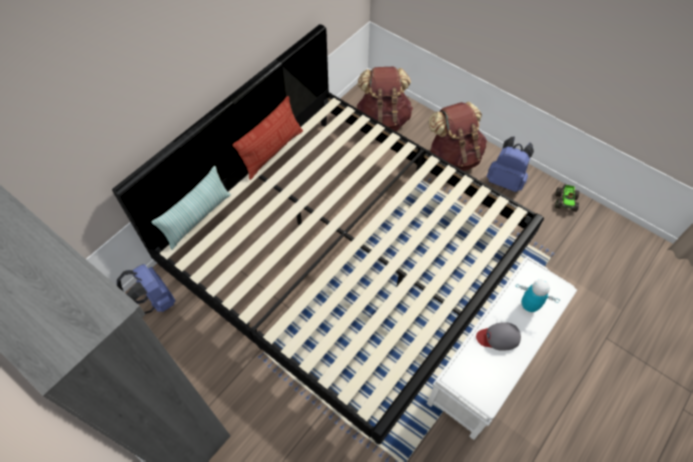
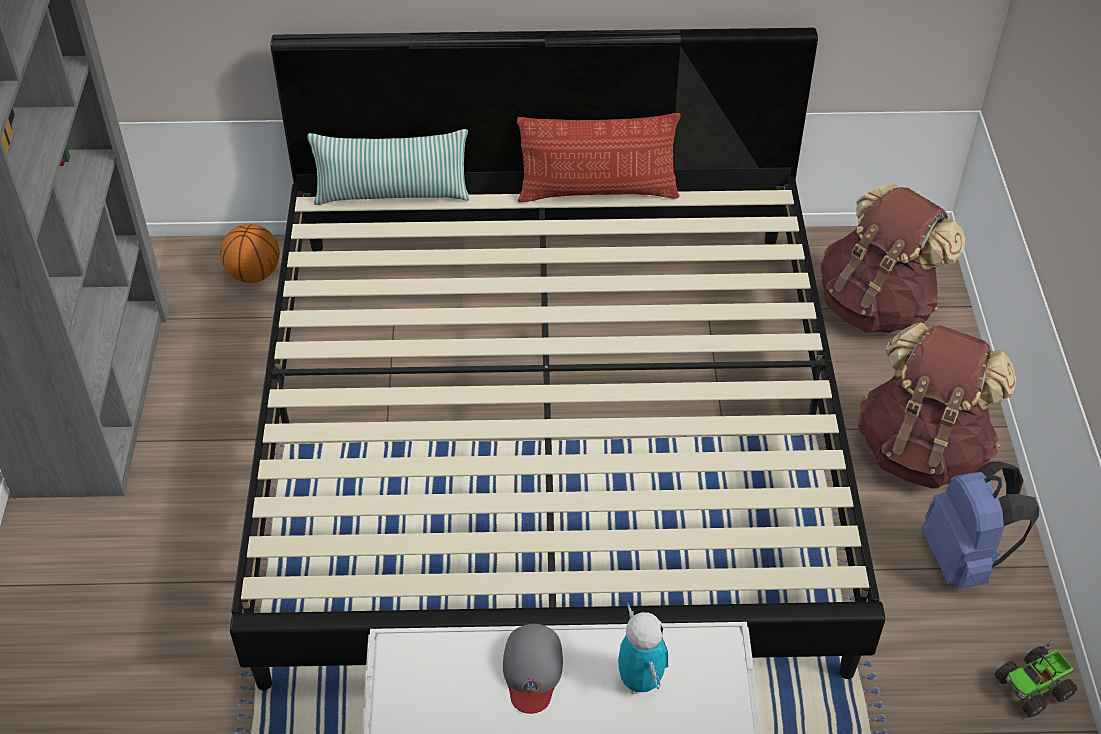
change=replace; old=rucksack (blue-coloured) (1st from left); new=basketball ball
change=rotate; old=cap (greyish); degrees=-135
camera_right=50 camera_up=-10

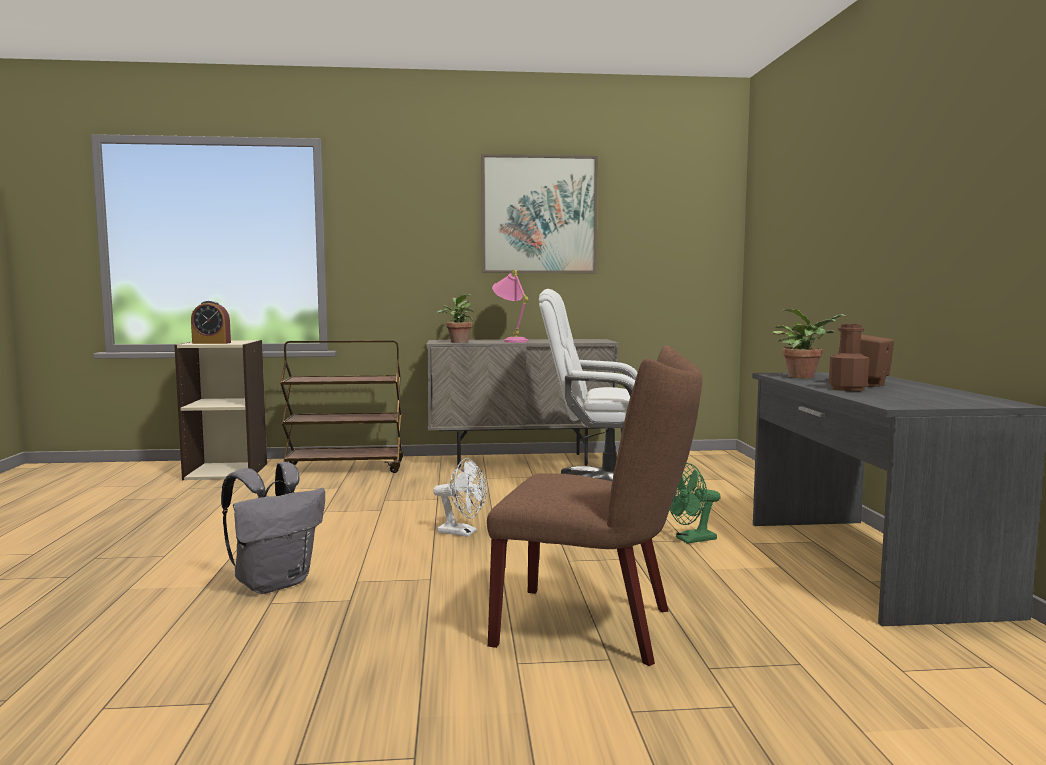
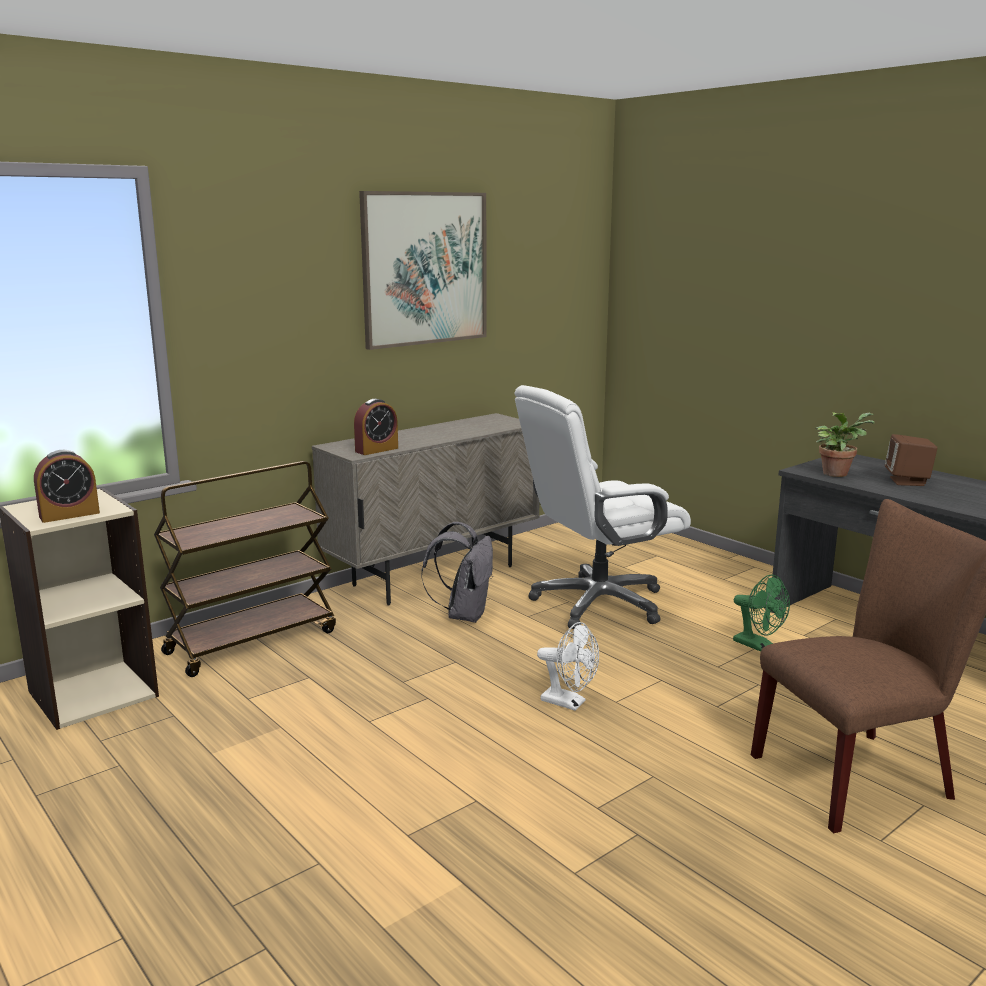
change=delete; old=tabletop lamp (pink)
change=delete; old=beverage bottle (brownish)
change=move; old=rucksack (greyish)
change=replace; old=potted plant (1st from left); new=table clock (2nd from left)
change=rotate; old=fan (white); degrees=45
change=rotate; old=fan (greenish); degrees=-75
camera_right=-35 camera_up=10

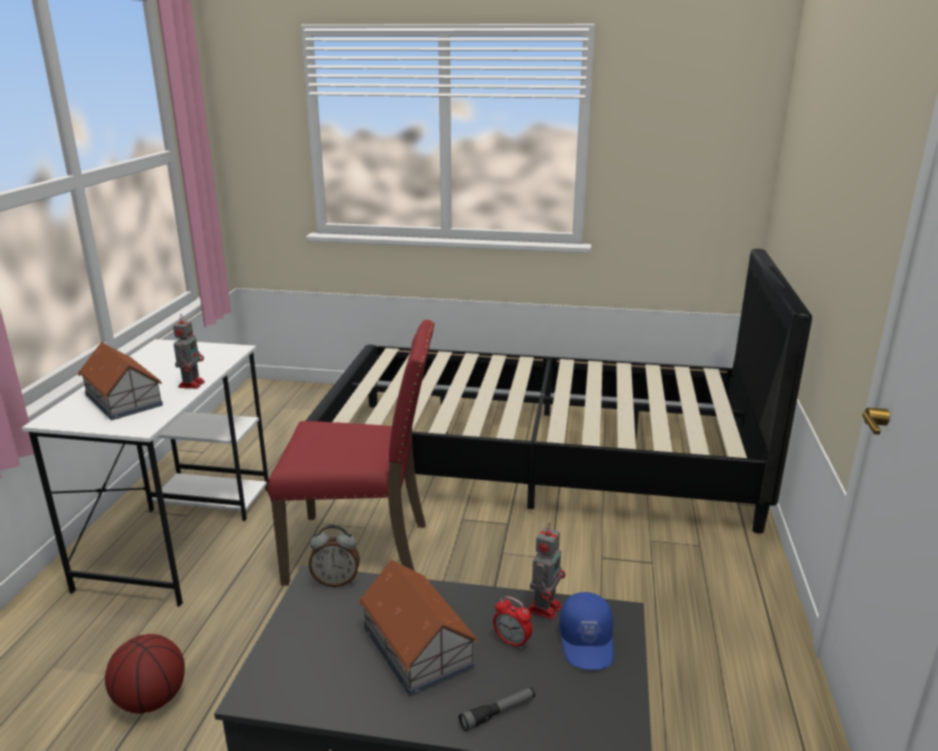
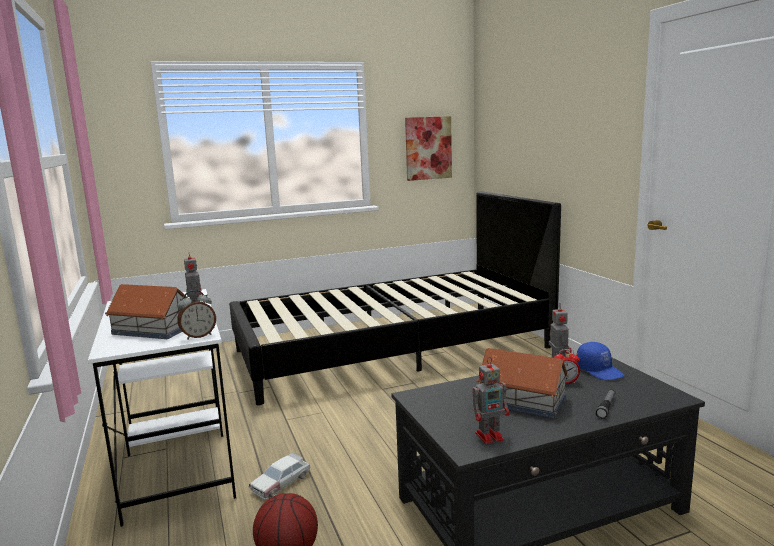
change=delete; old=upright chair (red)
change=insert; new=toy car
change=insert; new=wall art
change=insert; new=toy robot (2nd from left)
change=move; old=table clock (1st from left)
camera_right=-30 camera_up=-10

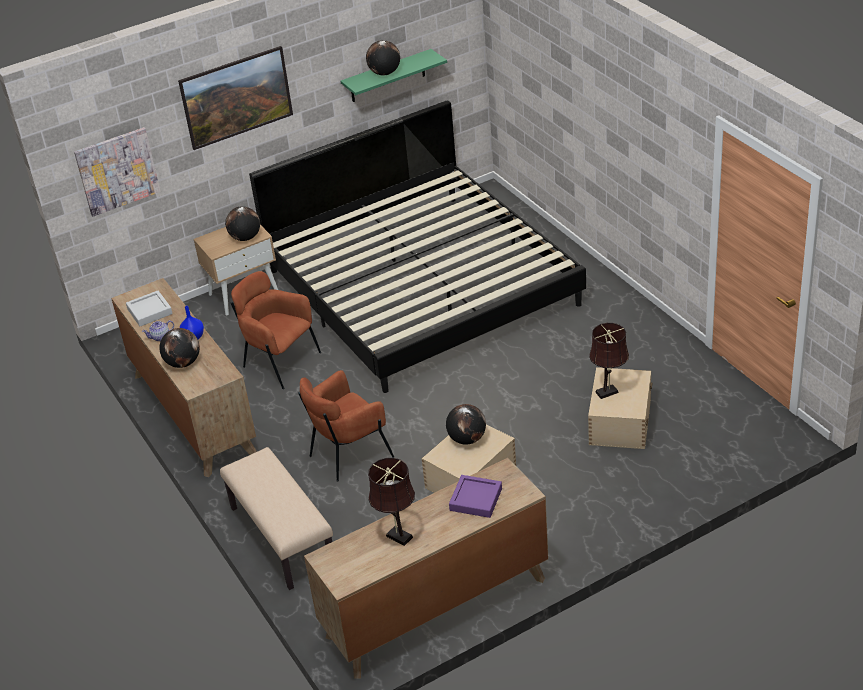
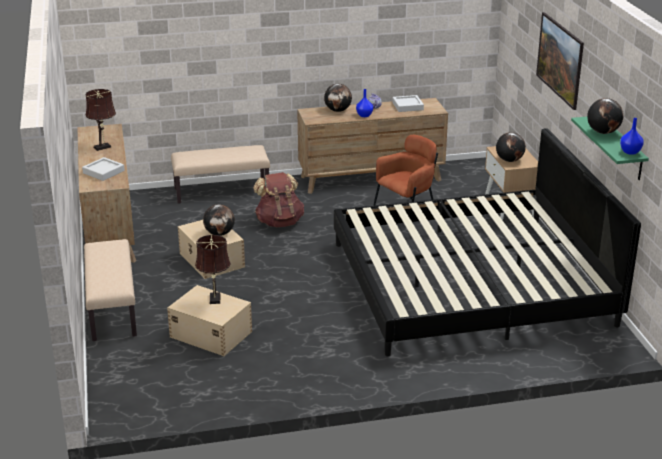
change=delete; old=wall art (1st from left)
change=insert; new=bench (beige-coloured) (1st from left)
change=insert; new=flower vase (blue-coloured) (2nd from left)
change=replace; old=armchair (brownish) (2nd from left); new=rucksack (brownish)
change=recolor; old=serving tray (purplish); new=serving tray (greyish) (1st from left)
camera_right=105 camera_up=-10

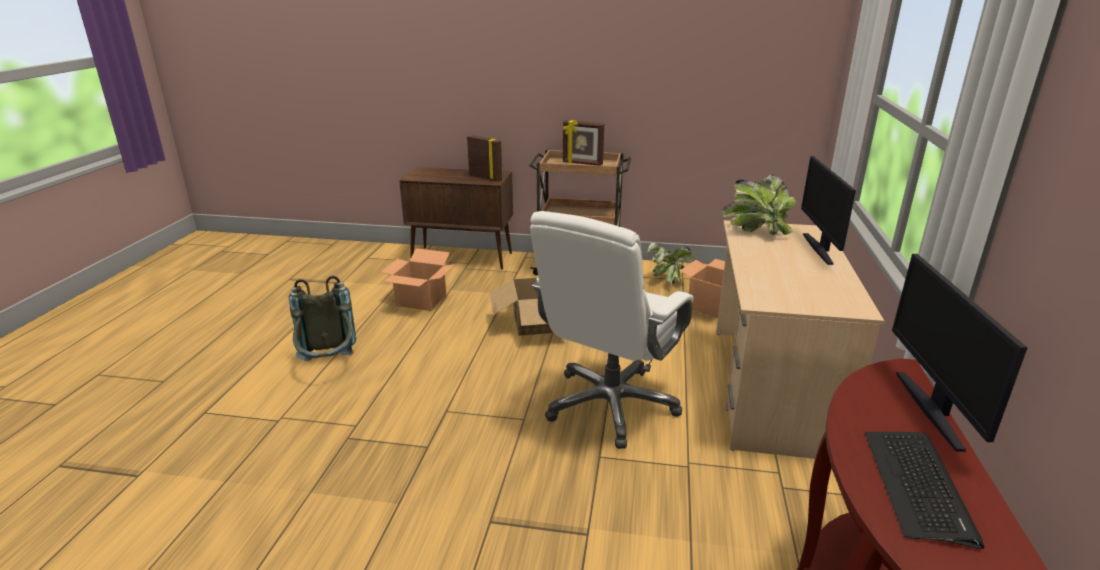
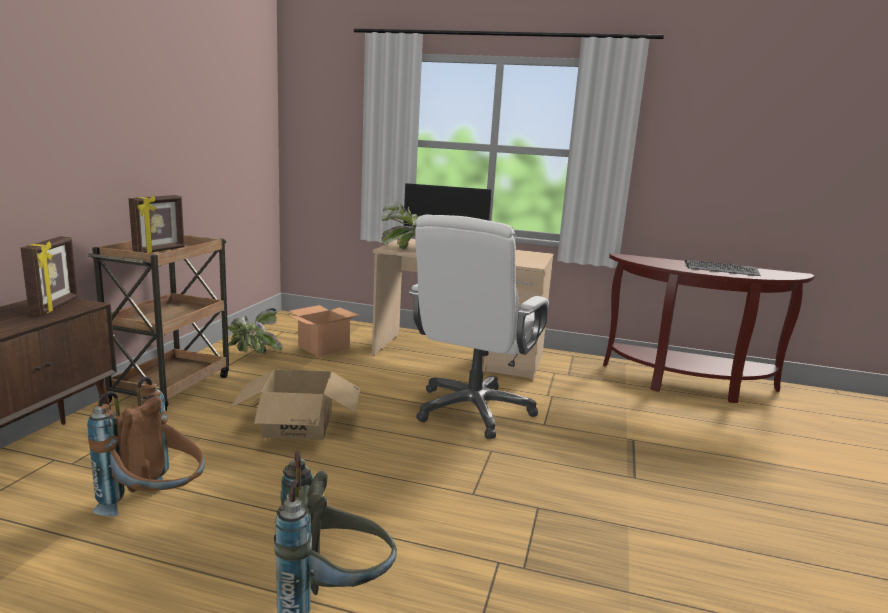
change=delete; old=monitor (2nd from left)
change=replace; old=packing box (1st from left); new=rucksack (brownish)
change=rotate; old=standing frame (1st from left); degrees=135
change=rotate; old=desk chair (white); degrees=75
camera_right=-85 camera_up=-10

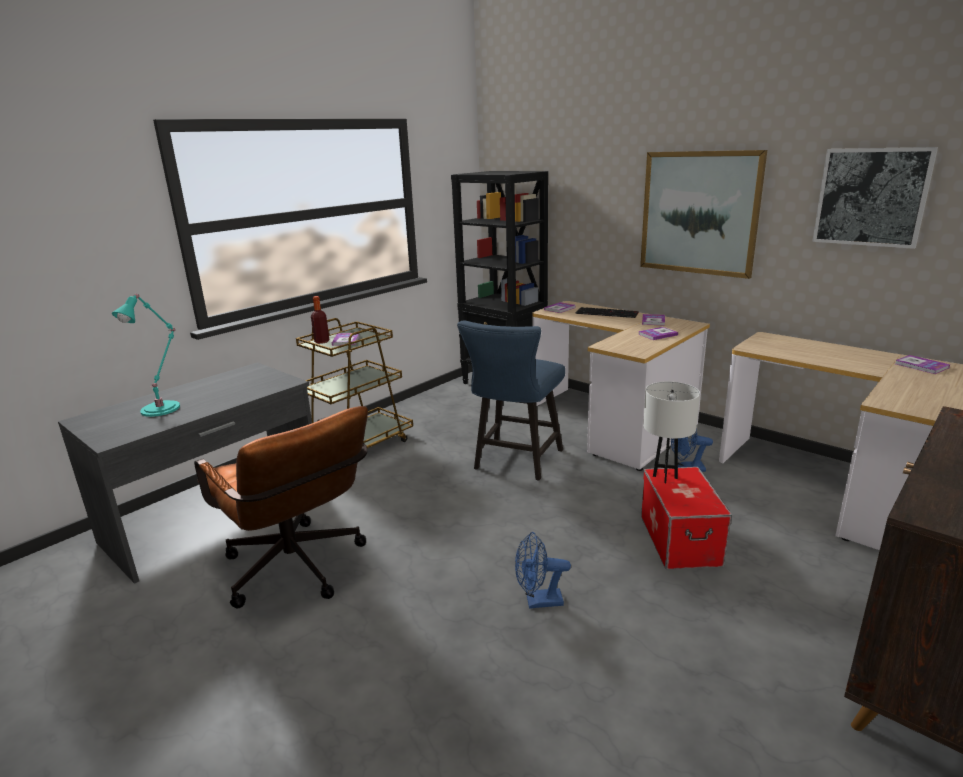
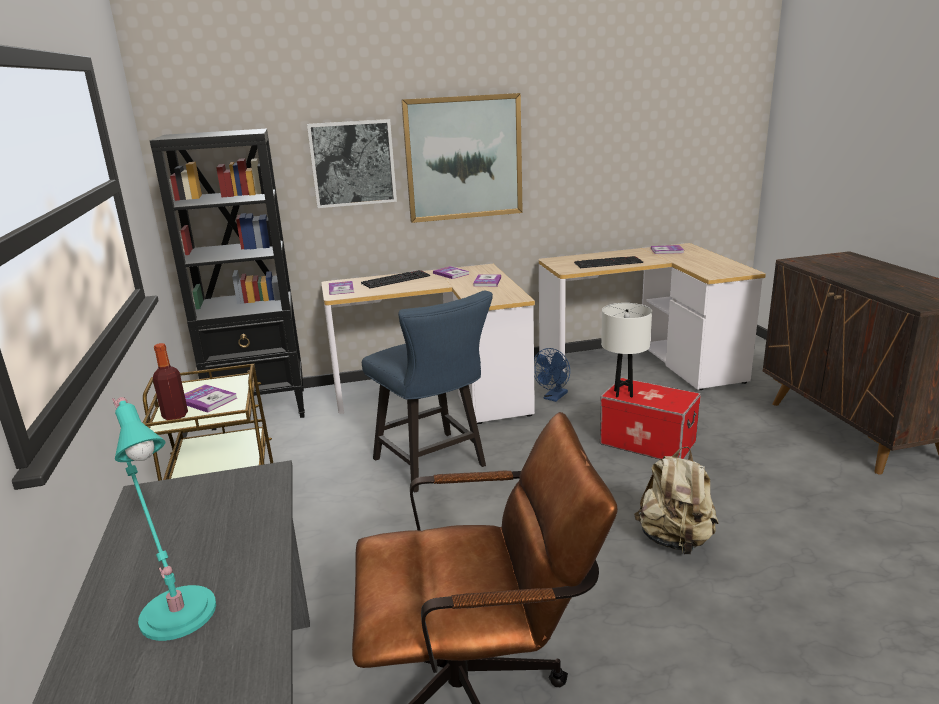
change=insert; new=keyboard (2nd from left)
change=move; old=wall art (2nd from left in the first image); new=wall art (1st from left)
change=replace; old=fan (blue-coloured) (1st from left); new=rucksack (beige-coloured)
camera_right=-55 camera_up=0

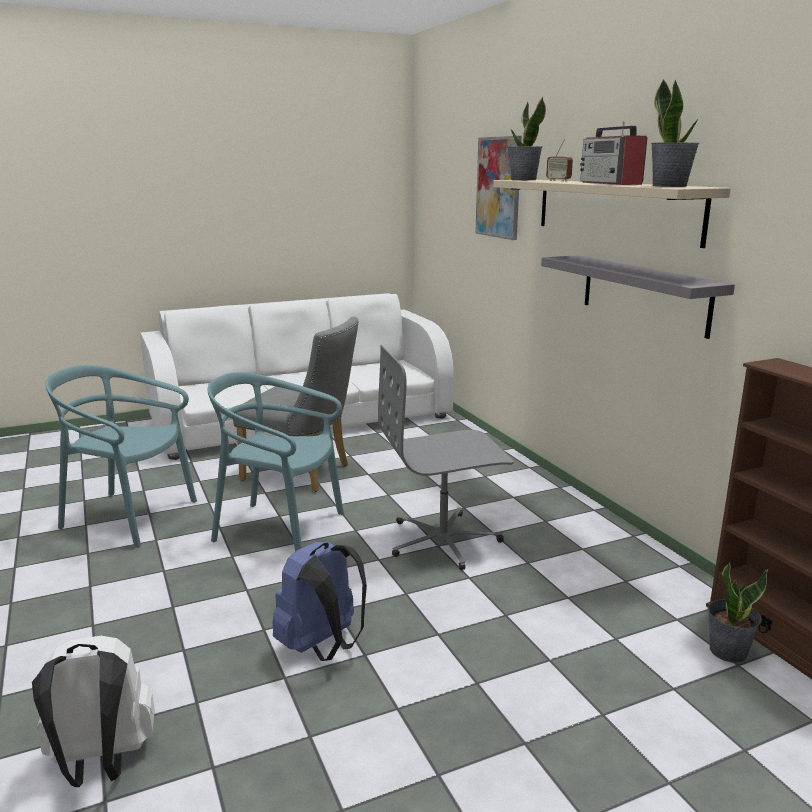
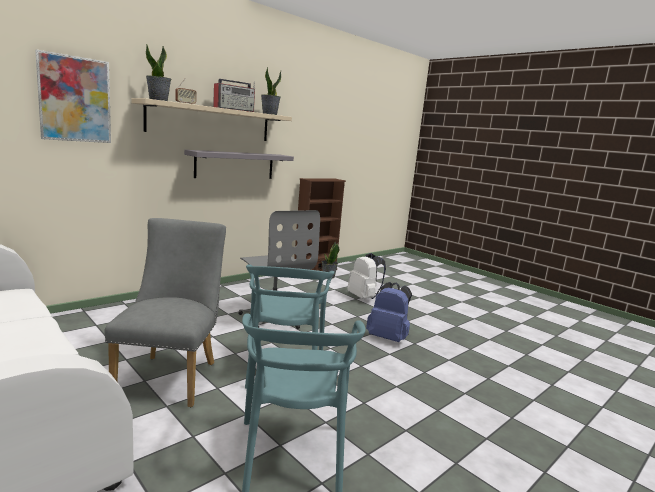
change=move; old=rucksack (white)
camera_right=-110 camera_up=-5

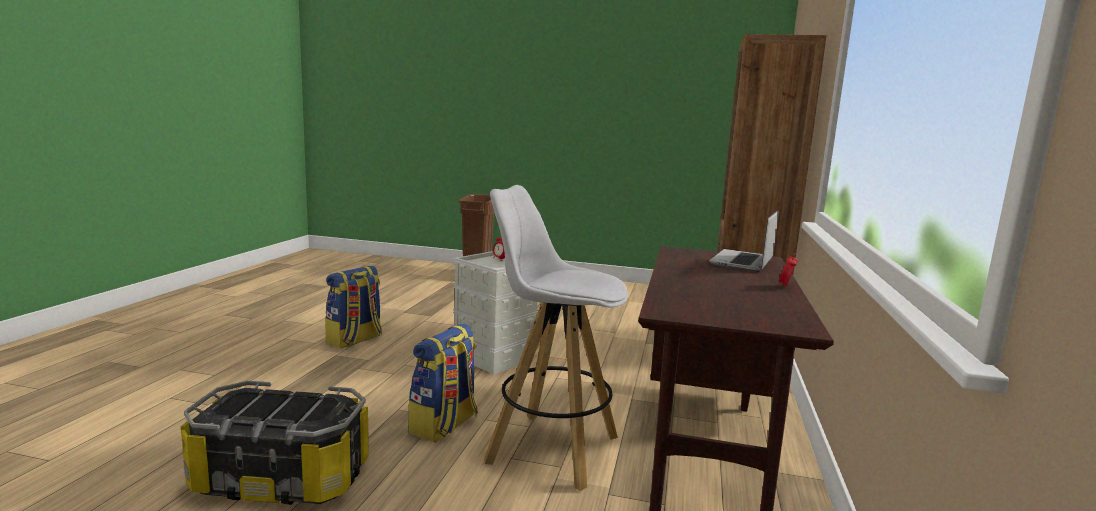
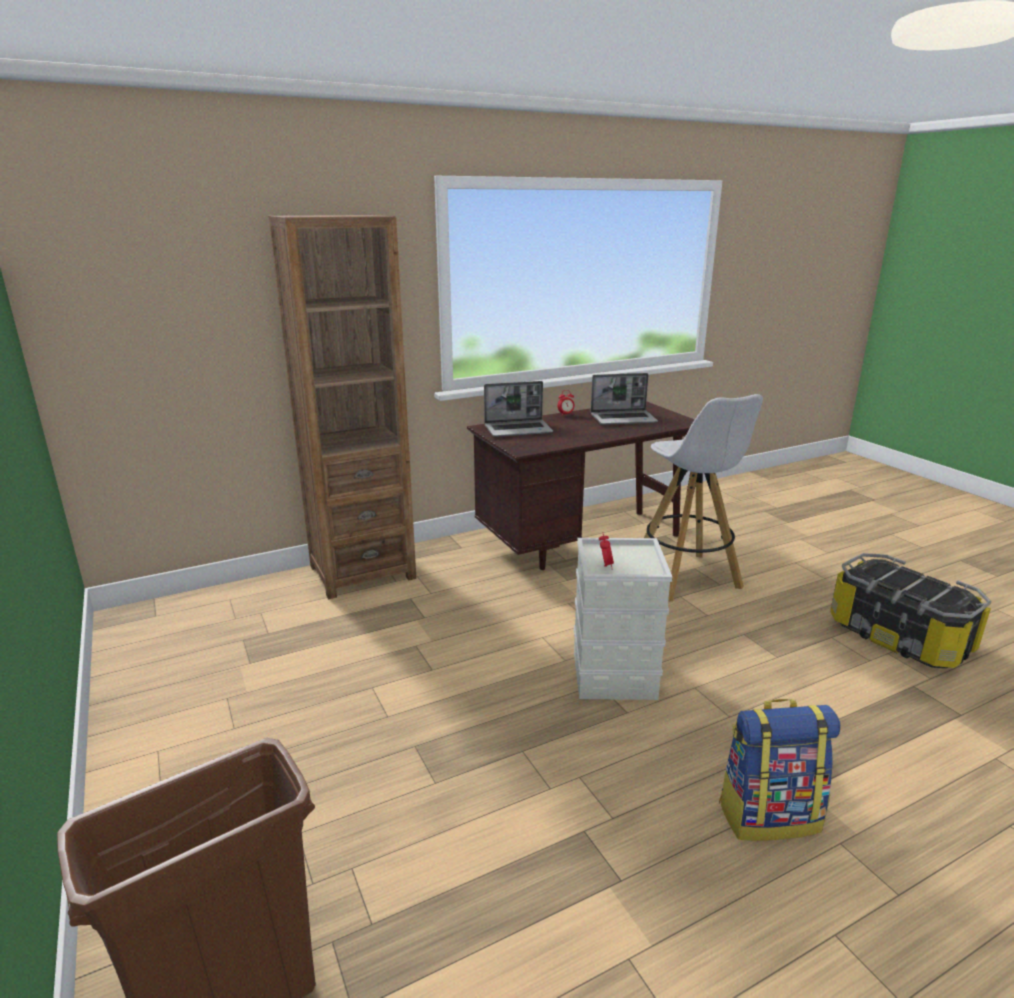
change=delete; old=rucksack (2nd from left)
change=insert; new=notebook computer (2nd from left)
camera_right=-130 camera_up=10

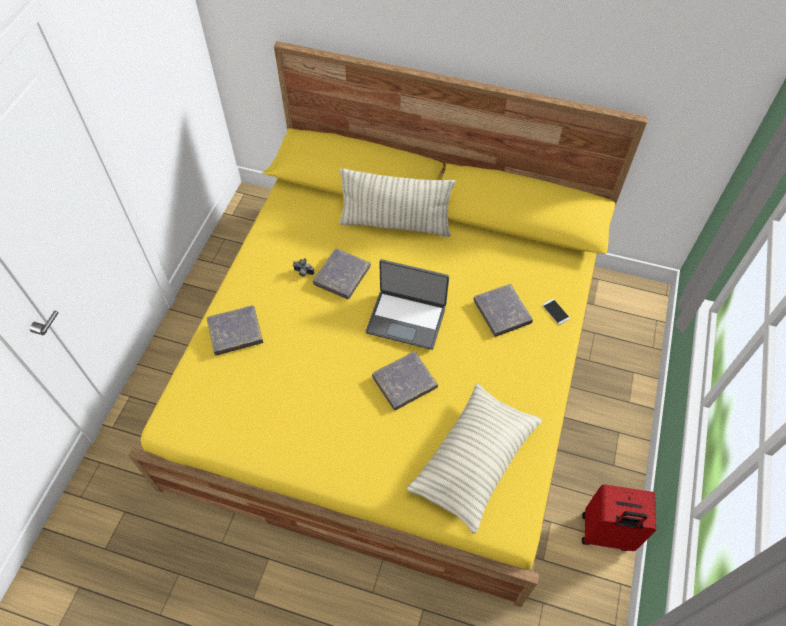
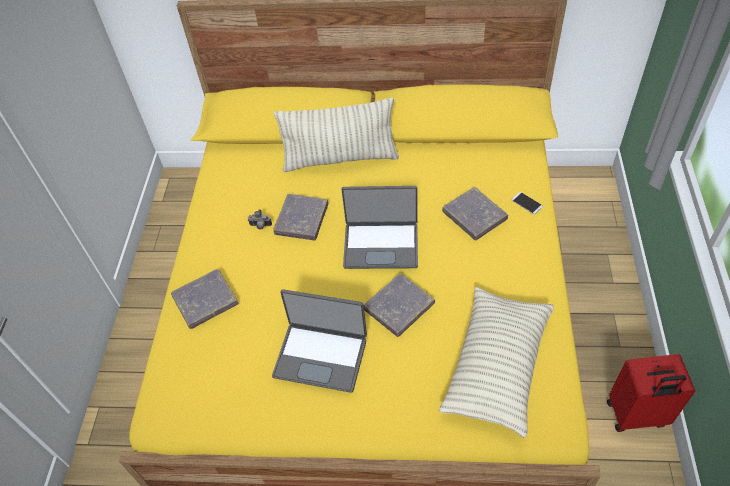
change=insert; new=notebook computer (1st from left)
camera_right=-10 camera_up=-5

